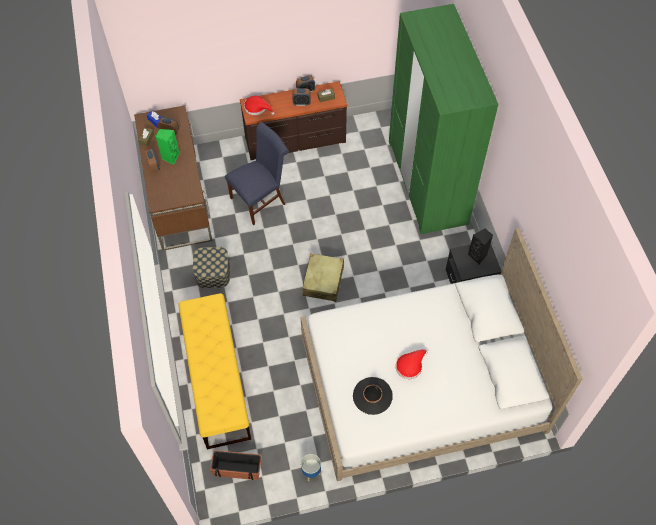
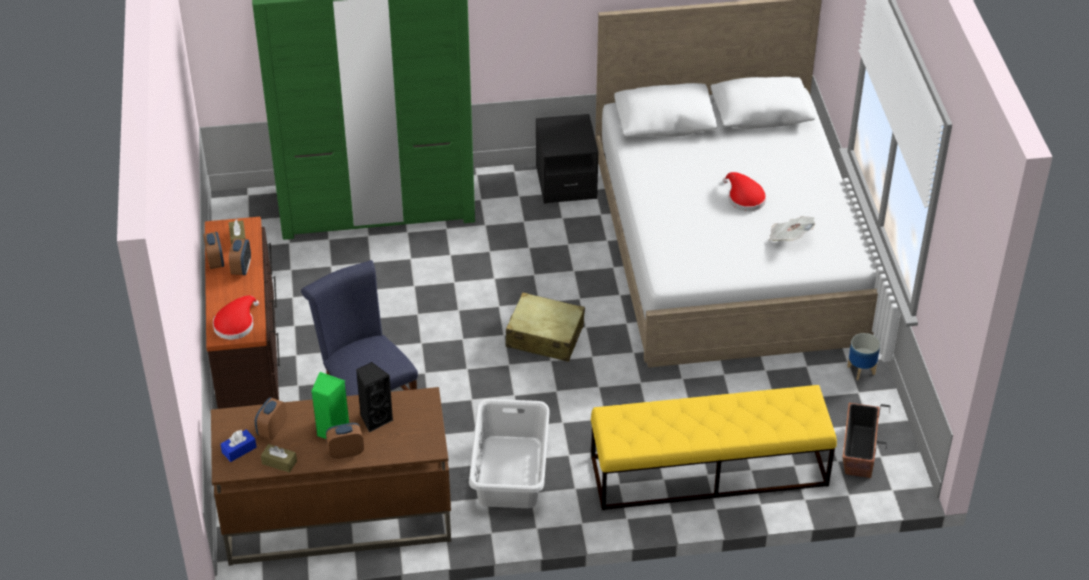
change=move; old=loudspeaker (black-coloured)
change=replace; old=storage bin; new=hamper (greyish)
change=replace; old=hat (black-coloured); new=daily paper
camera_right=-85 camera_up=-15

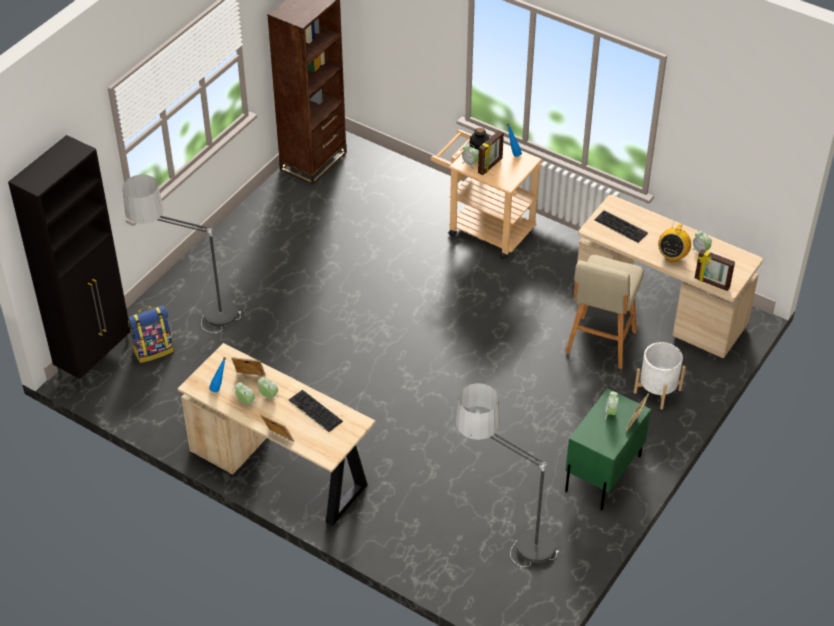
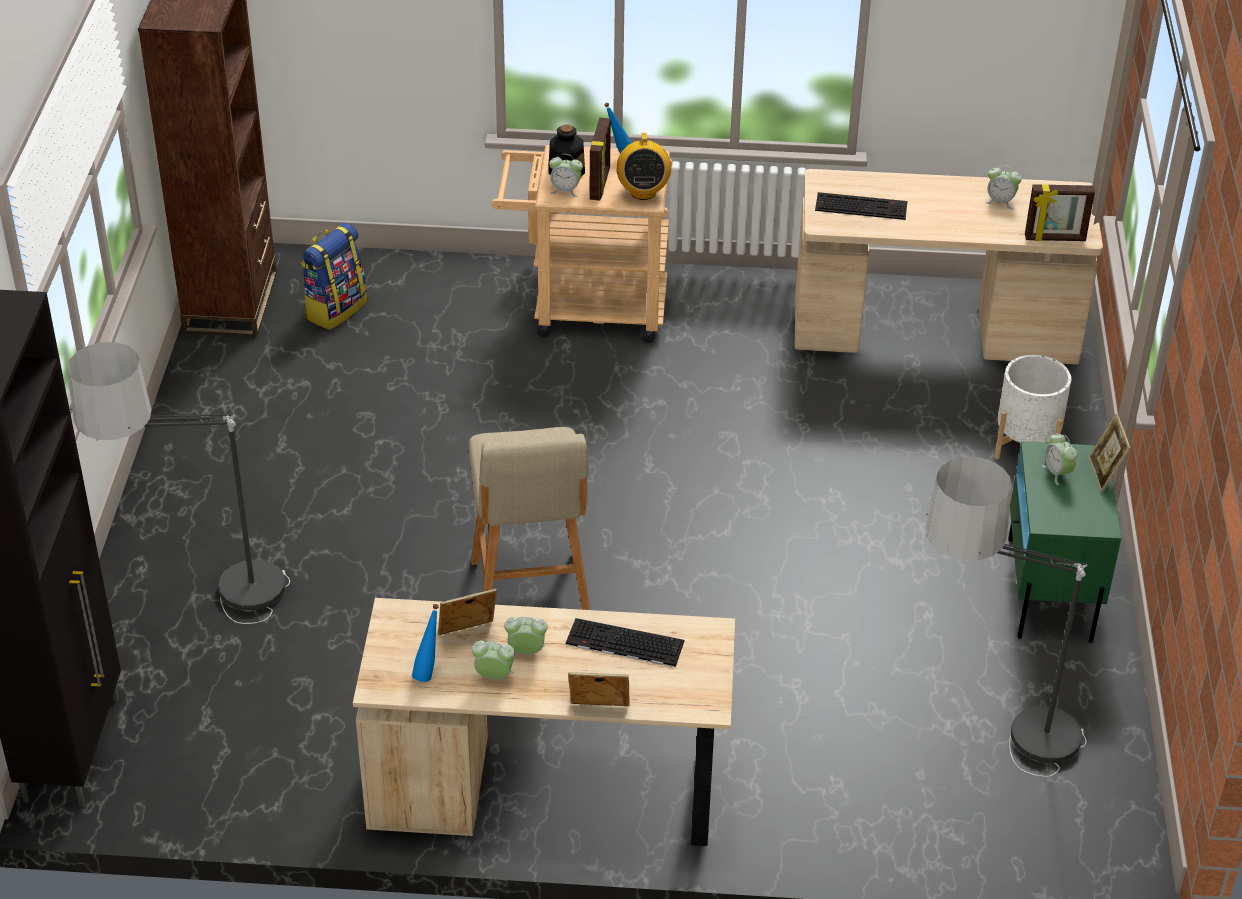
change=move; old=rucksack
change=move; old=stool (beige-coloured)
change=move; old=radio receiver
camera_right=-30 camera_up=-5

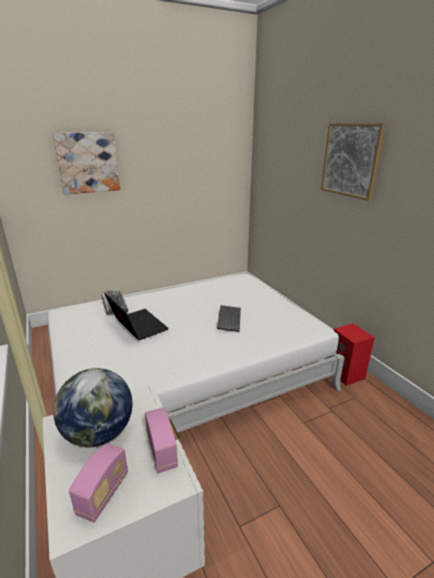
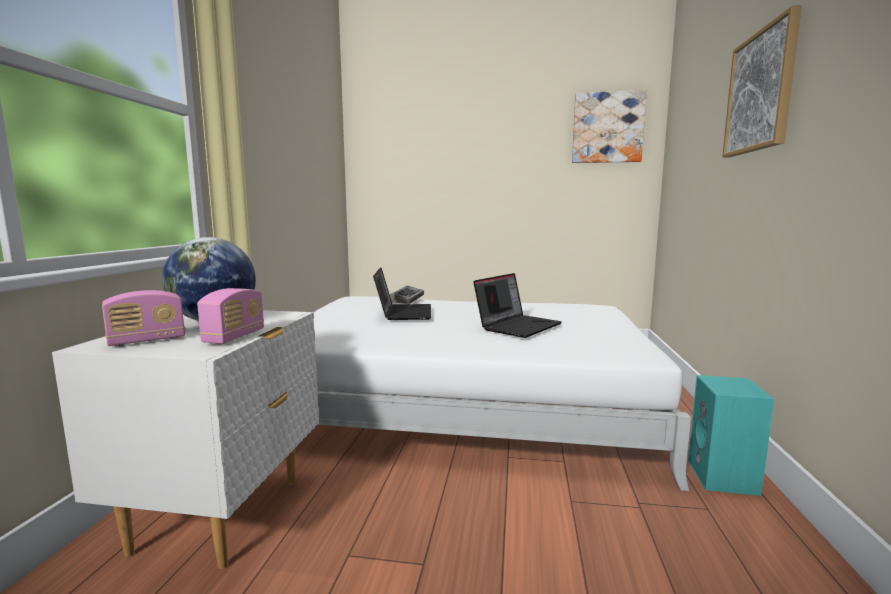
change=move; old=wall art (1st from left)
change=replace; old=keyboard (2nd from left); new=notebook computer (2nd from left)
change=recolor; old=loudspeaker (red); new=loudspeaker (blue-green)
camera_right=35 camera_up=-15

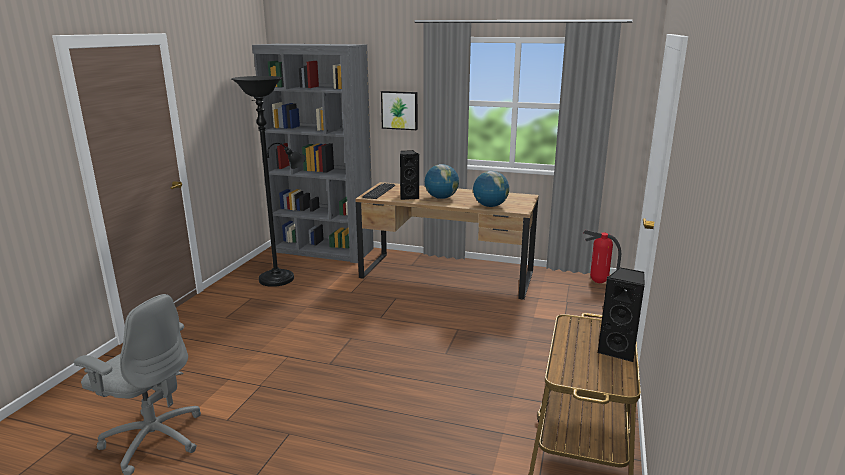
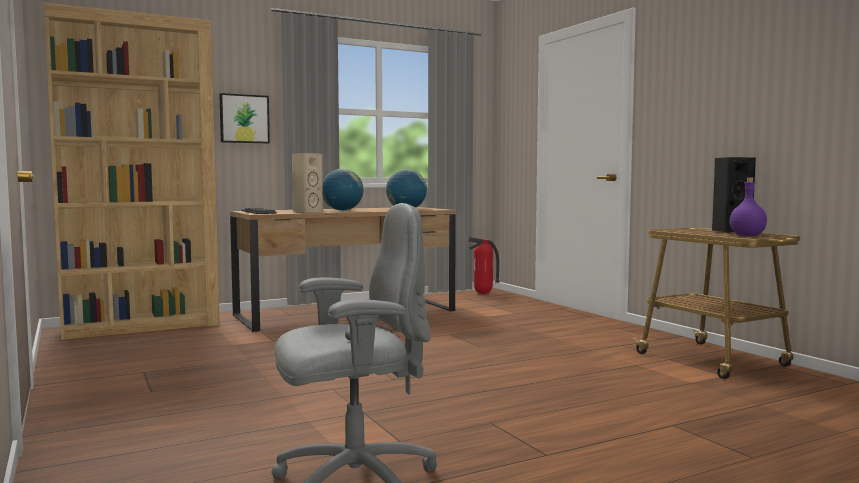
change=delete; old=floor lamp (black-coloured)
change=insert; new=beverage bottle (purplish)
change=recolor; old=bookcase (greyish); new=bookcase (brownish)
change=recolor; old=loudspeaker (black-coloured) (1st from left); new=loudspeaker (beige-coloured)
camera_right=-45 camera_up=-15

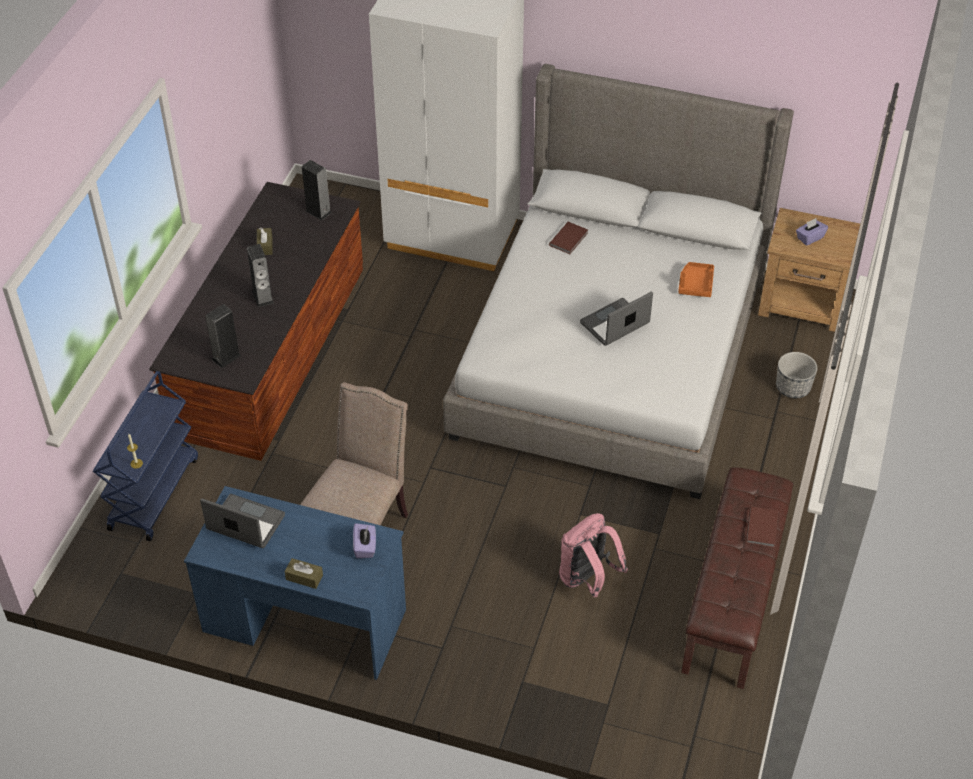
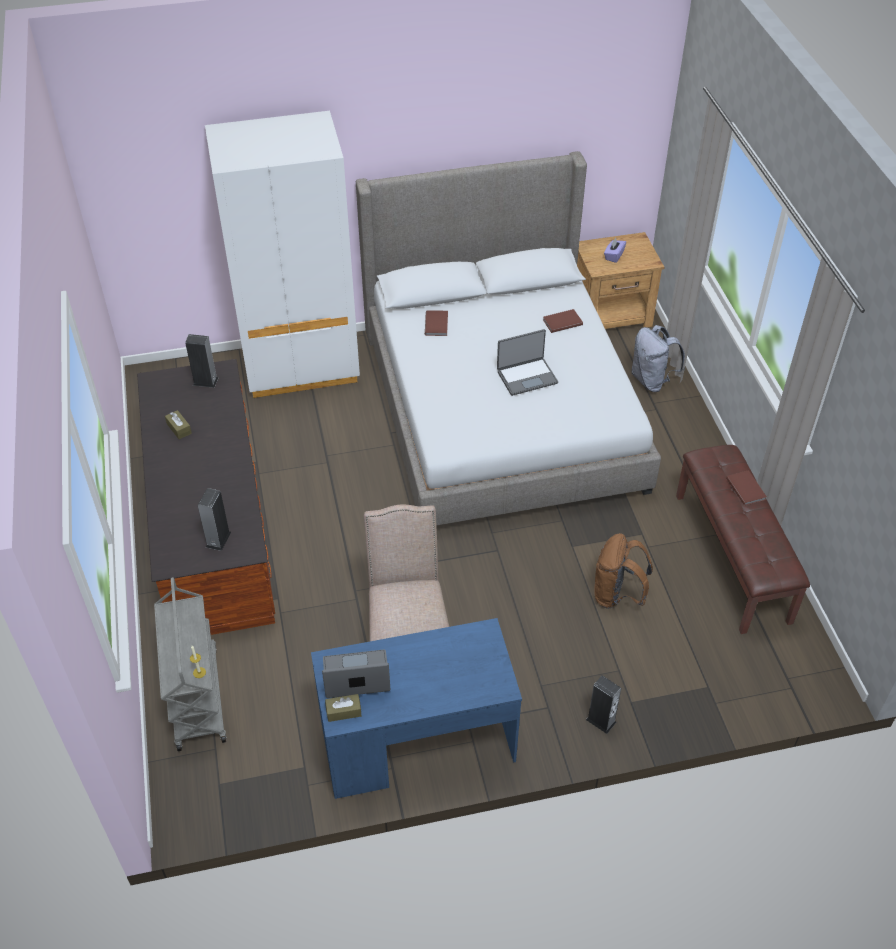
change=delete; old=tissue holder (purplish) (1st from left)
change=move; old=loudspeaker (2nd from left in the first image); new=loudspeaker (3rd from left)
change=move; old=tissue holder (brownish) (2nd from left)
change=replace; old=serving tray (orange); new=volume (brownish) (2nd from left)
change=replace; old=flower pot; new=rucksack (greyish)
change=recolor; old=wheeled cart (blue-coloured); new=wheeled cart (greyish)
change=recolor; old=rucksack (pink); new=rucksack (brownish)
change=rotate; old=notebook computer (2nd from left); degrees=-135
camera_right=-30 camera_up=0

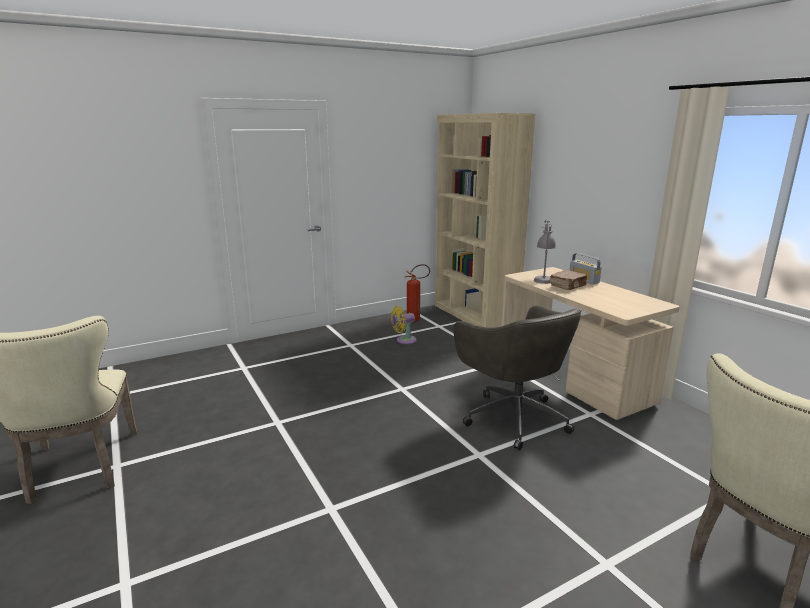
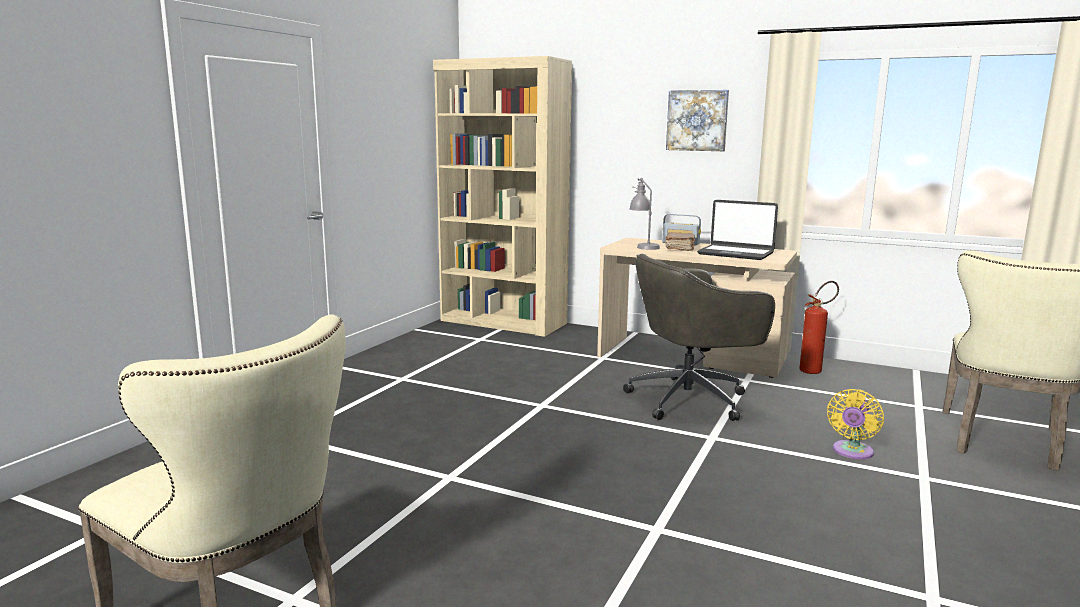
change=insert; new=wall art
change=insert; new=notebook computer
change=move; old=fan (yellowish)
change=move; old=fire extinguisher
change=rotate; old=desk chair (greyish); degrees=135
camera_right=-35 camera_up=-5

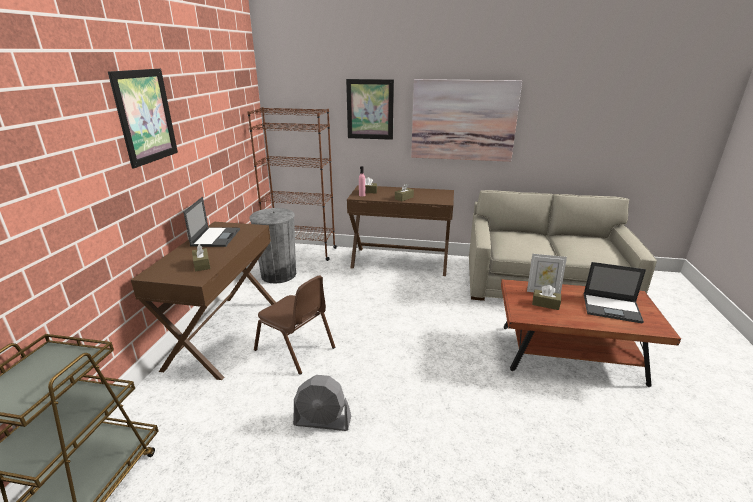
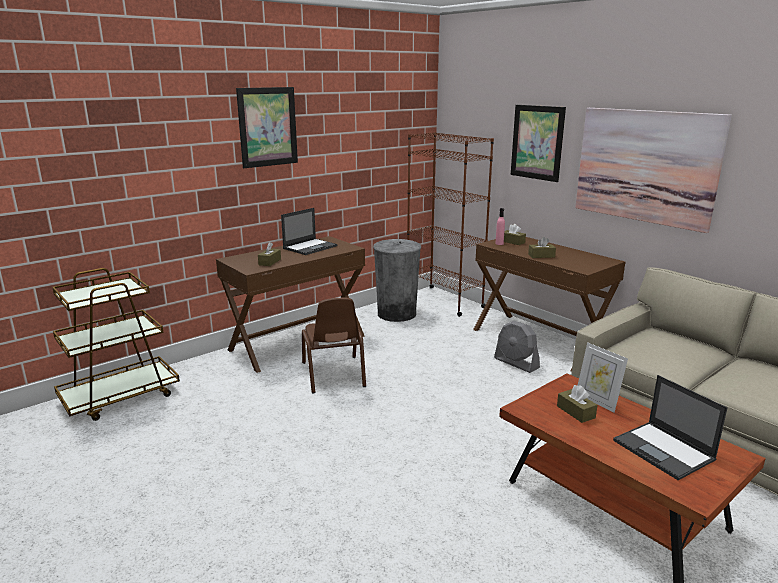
change=move; old=fan (greyish)
camera_right=40 camera_up=-5

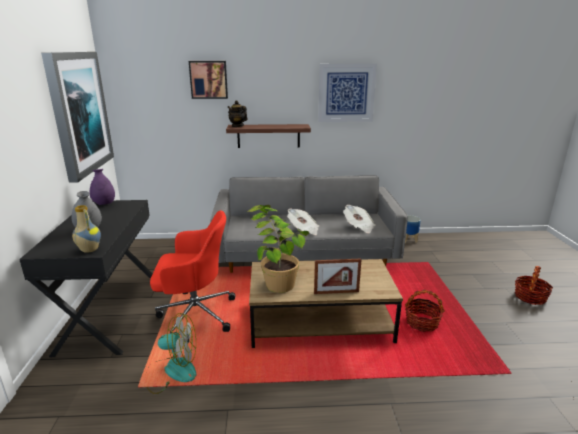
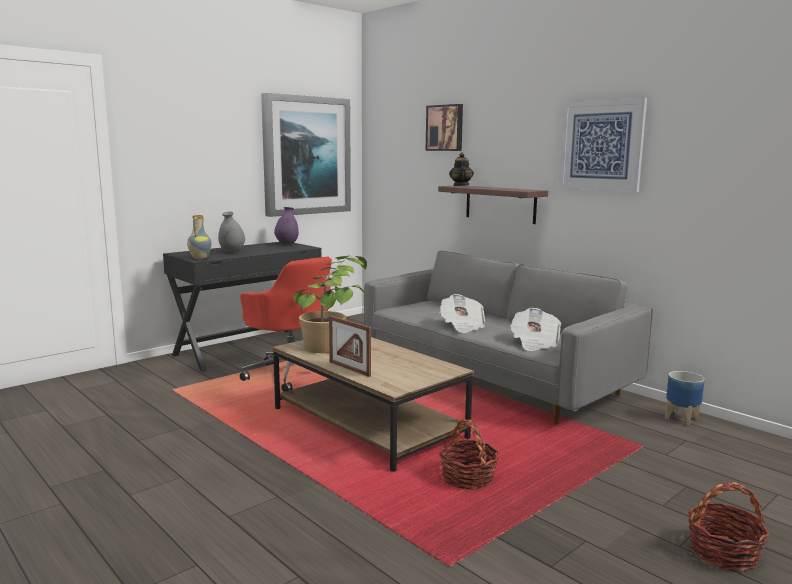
change=delete; old=fan
camera_right=50 camera_up=-10

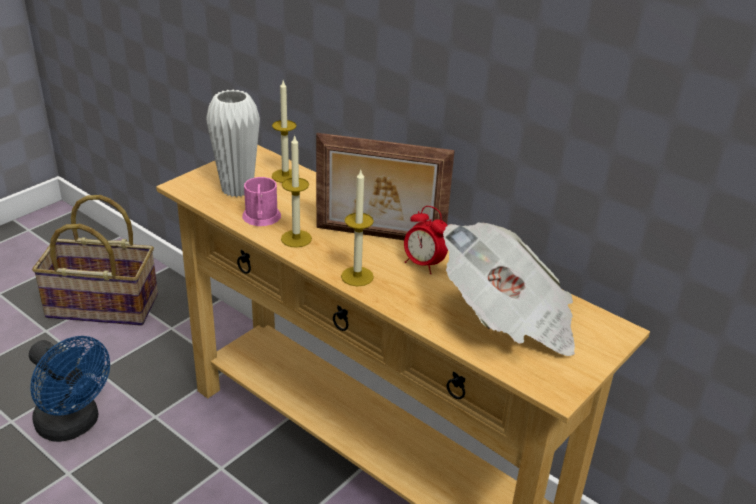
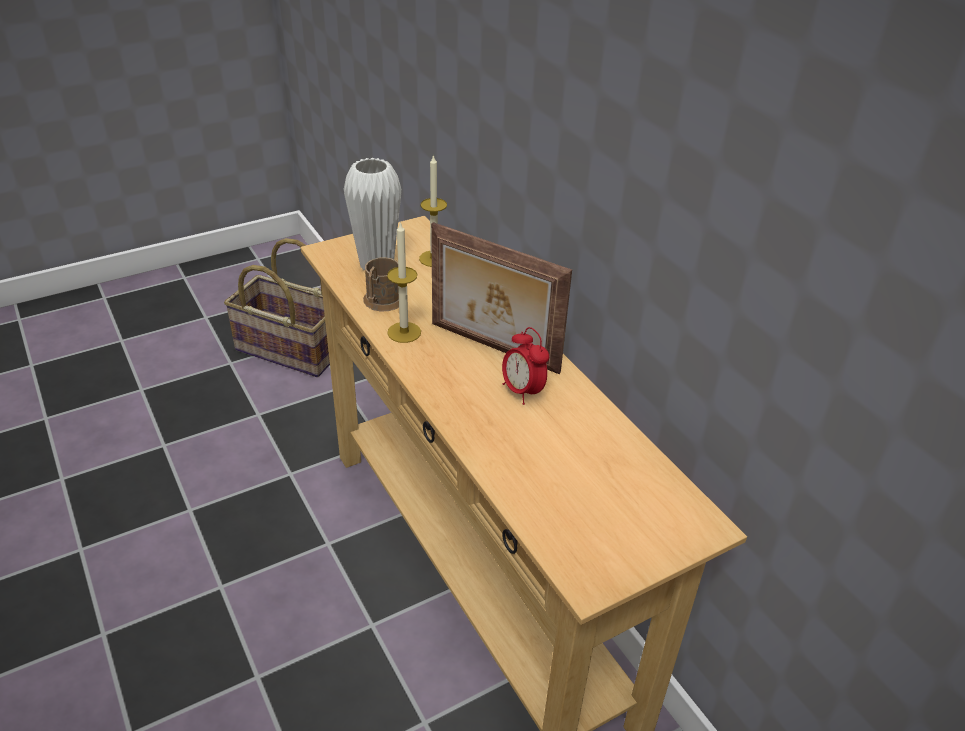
change=delete; old=fan (blue-coloured)
change=delete; old=wax candle (3rd from left)
change=delete; old=daily paper
change=recolor; old=coffee mug (pink); new=coffee mug (brownish)
camera_right=20 camera_up=5

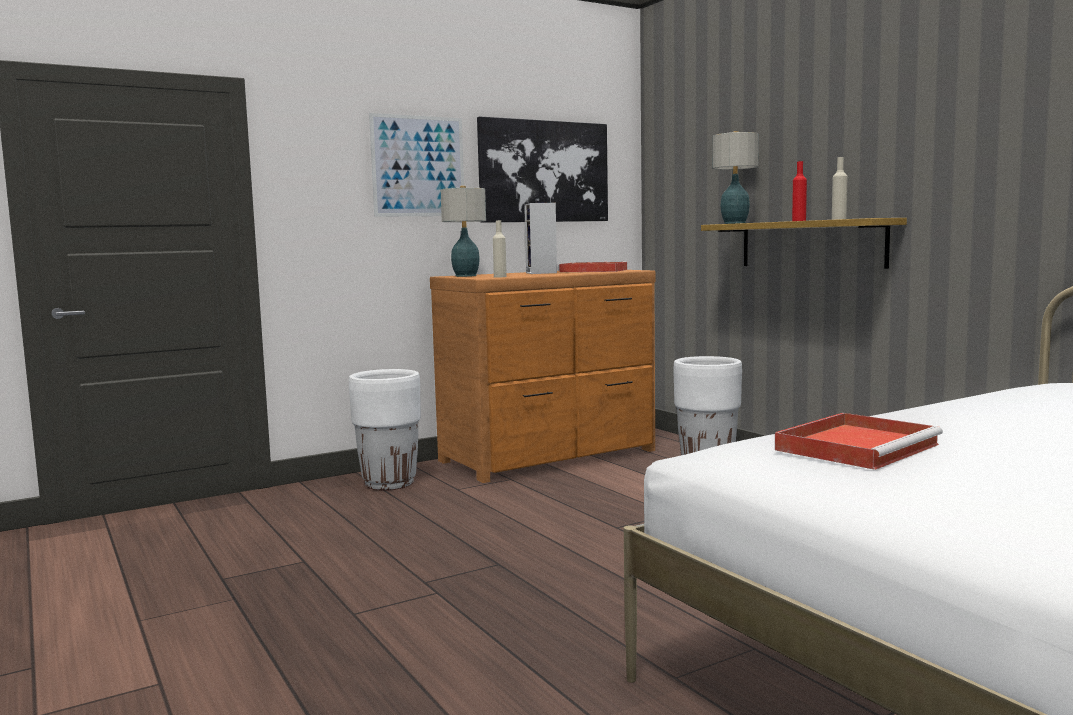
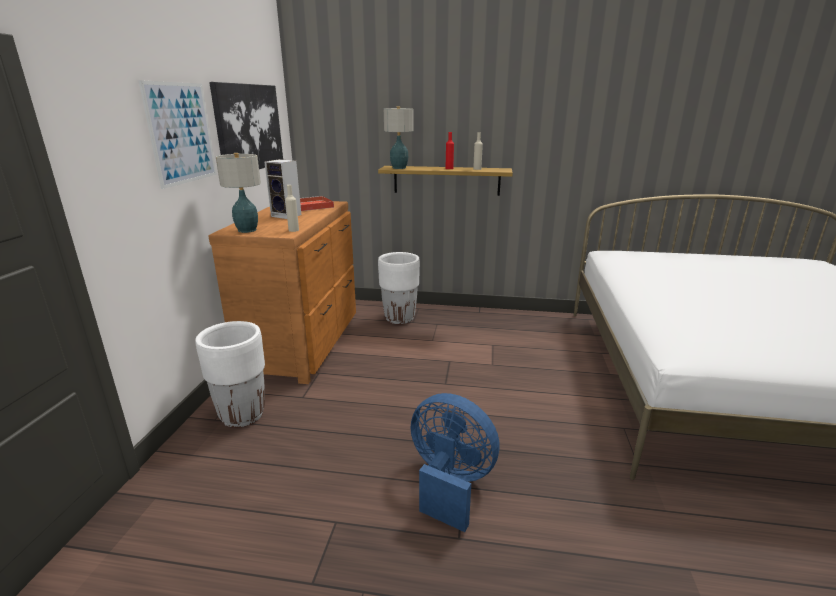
change=delete; old=serving tray (red) (2nd from left)
change=insert; new=fan (blue-coloured)
camera_right=-50 camera_up=15

